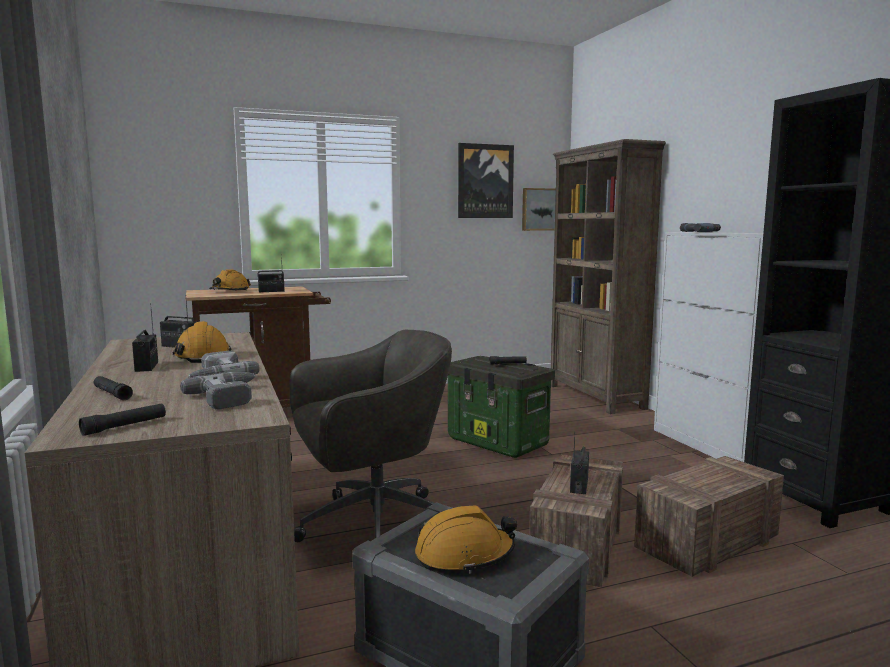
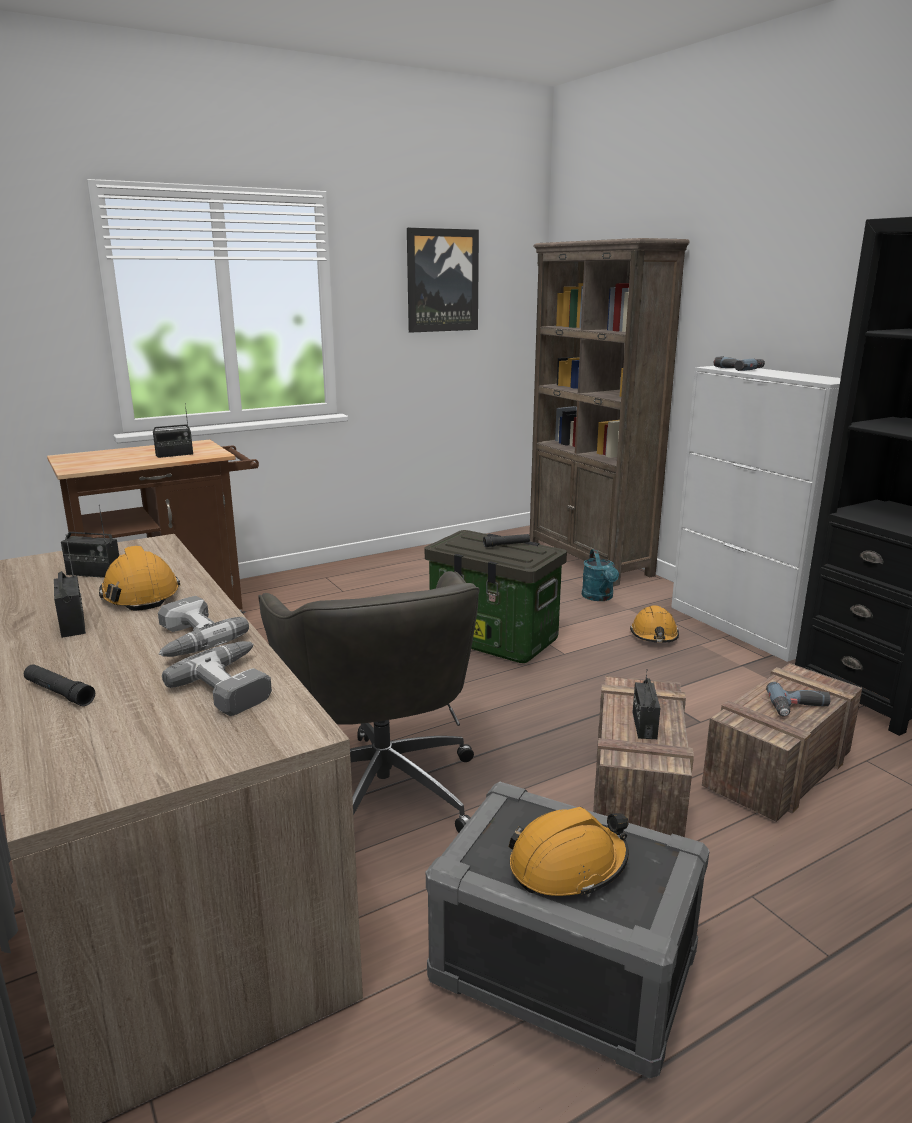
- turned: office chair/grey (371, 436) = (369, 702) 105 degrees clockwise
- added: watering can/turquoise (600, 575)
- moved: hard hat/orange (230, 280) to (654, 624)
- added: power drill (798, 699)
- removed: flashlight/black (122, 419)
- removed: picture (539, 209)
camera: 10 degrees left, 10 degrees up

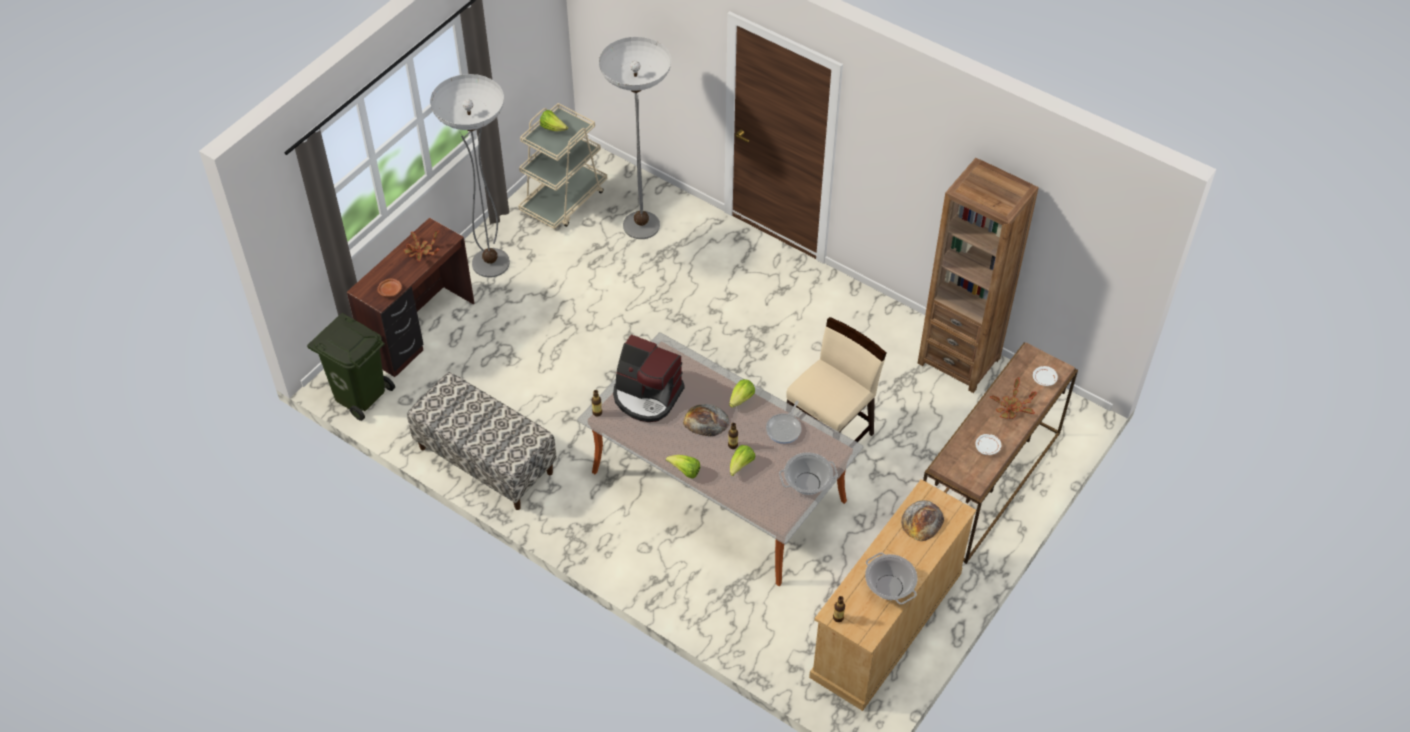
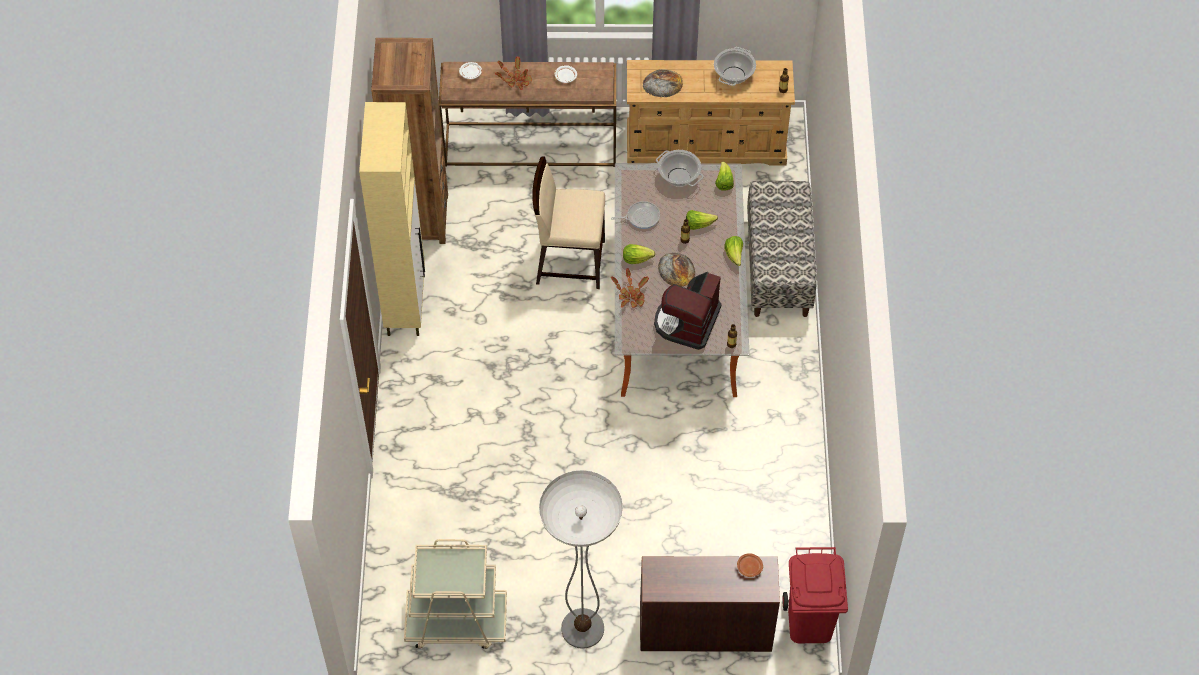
- added: cabinet/beige (392, 219)
- moved: potted plant (422, 245) to (629, 288)
- turned: coffee machine (649, 378) = (687, 311) 150 degrees counterclockwise
- moved: lettuce (554, 120) to (724, 176)
- moved: bench (482, 441) to (782, 249)
- recoloured: trash can/green (351, 367) to trash can/red (815, 595)
- removed: floor lamp (635, 138)
camera: 125 degrees left, 5 degrees up

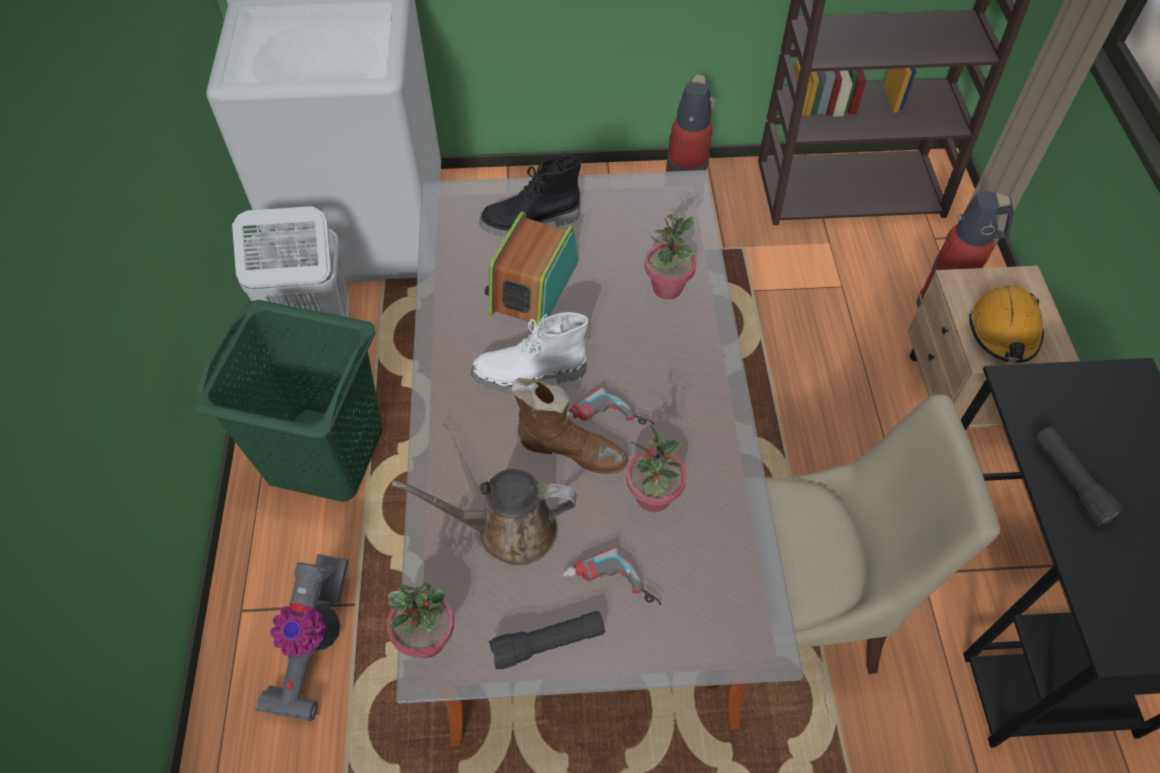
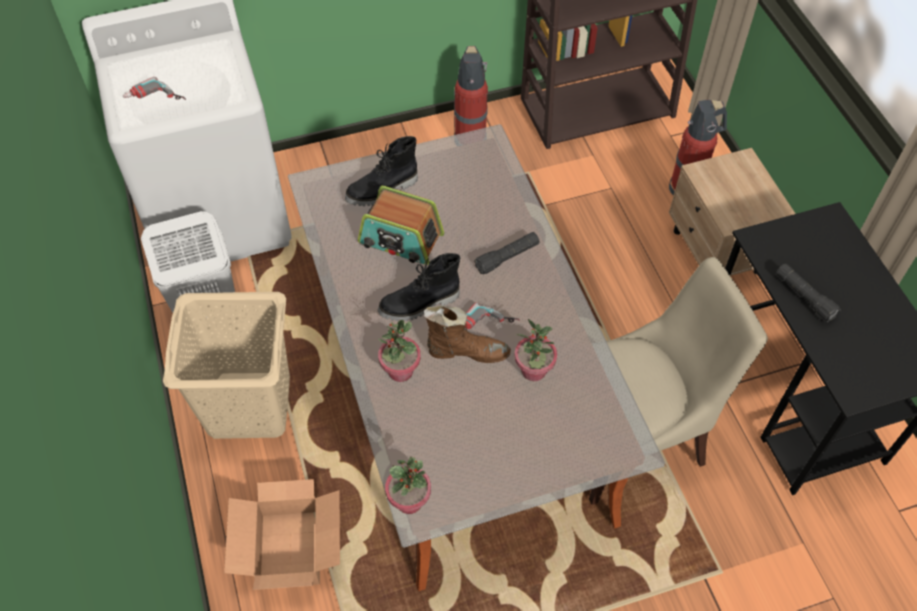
- moved: power drill (612, 576) to (154, 88)
- recoloured: laundry basket/green (287, 401) to laundry basket/beige (226, 365)
- replaced: vacuum cleaner (302, 637) to cardboard box (282, 534)
- turned: radio (531, 269) = (401, 225) 75 degrees counterclockwise
- recoloured: boot/white (529, 352) to boot/black (419, 287)
- moved: potted plant (670, 257) to (399, 351)
- moved: flashlight/black (547, 640) to (506, 253)
- removed: watering can/brown (484, 517)
- removed: hard hat/orange (1006, 324)
camera: 15 degrees left, 0 degrees up

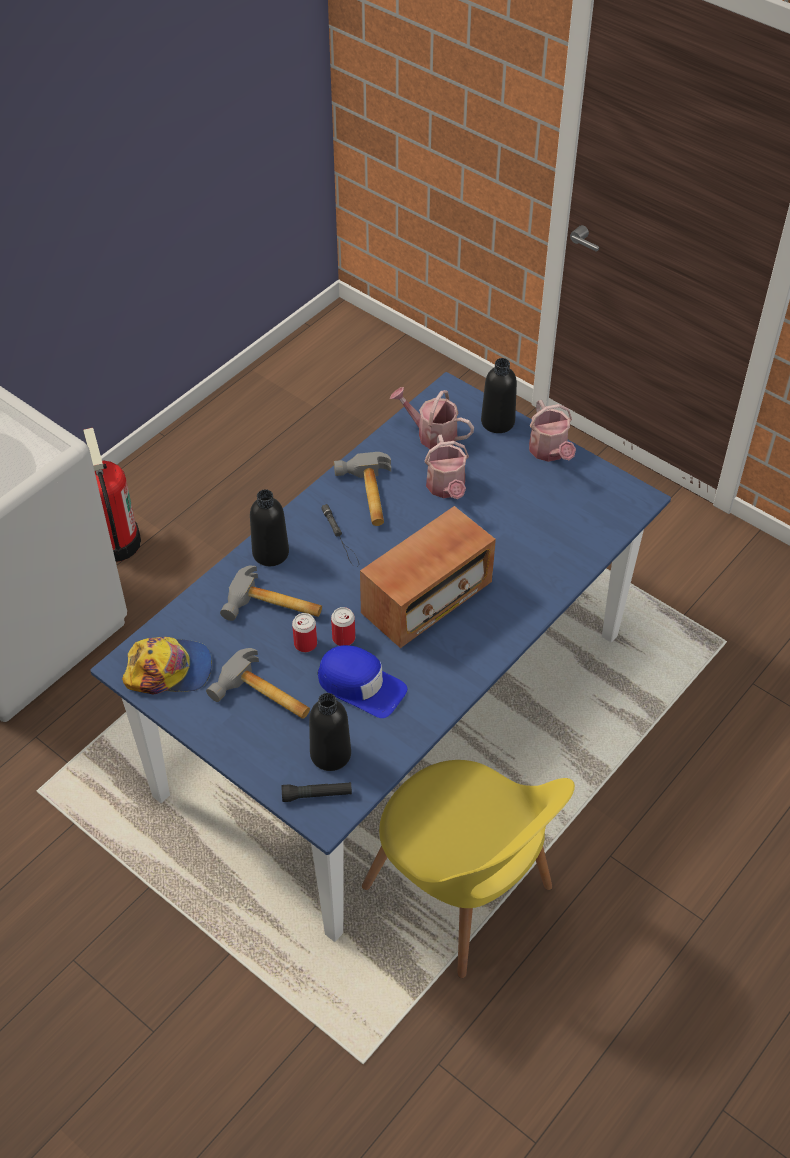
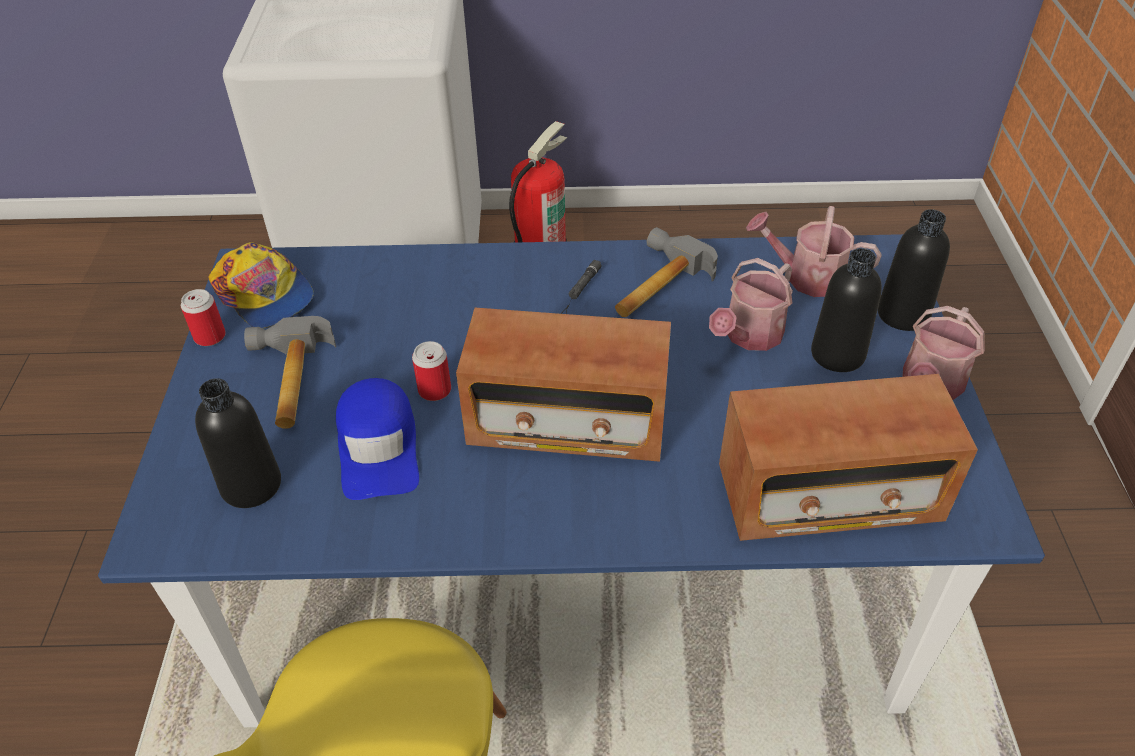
- moved: can (304, 632) to (203, 317)
- added: radio (848, 457)
- turned: watering can (432, 418) = (814, 251) 60 degrees counterclockwise
- moved: bottle/black (269, 527) to (846, 310)
- removed: hammer (271, 593)
- removed: flashlight/black (316, 792)
camera: 50 degrees right, 5 degrees down

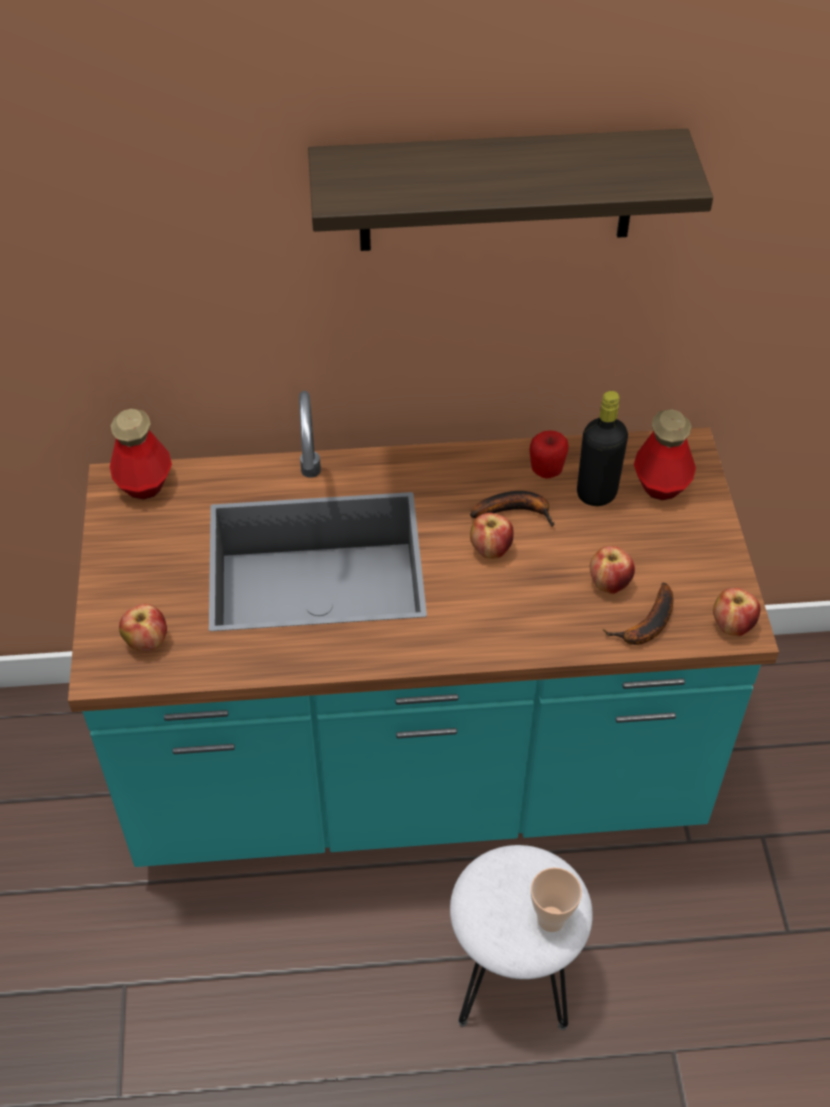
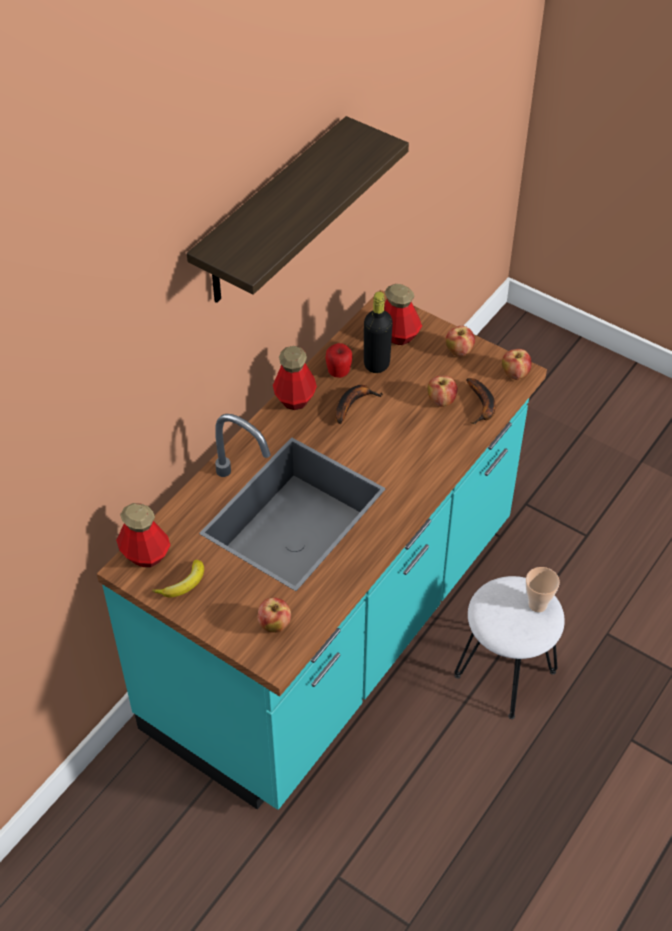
- added: banana (178, 579)
- added: bottle (295, 378)
- moved: apple (492, 536) to (460, 341)
camera: 50 degrees left, 0 degrees up

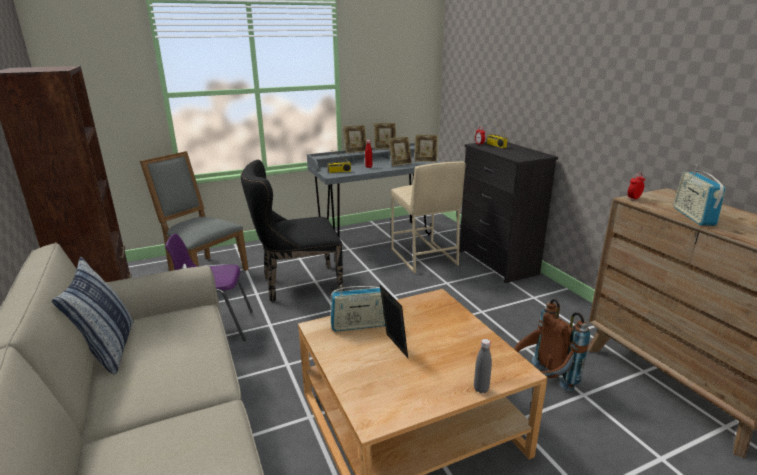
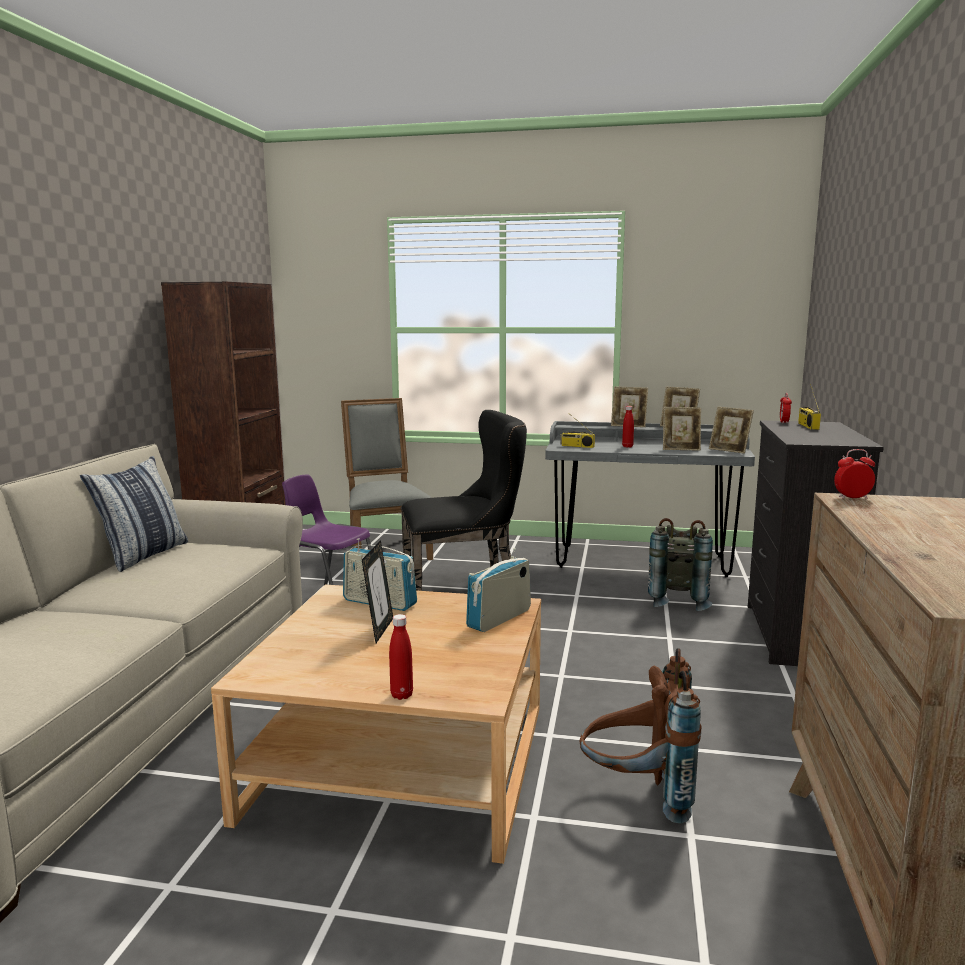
- recoloured: bottle/grey (483, 366) to bottle/red (401, 657)
- turned: chair/black (292, 231) = (464, 500) 150 degrees clockwise
- moved: radio (700, 195) to (498, 590)
- replaced: stool/beige (428, 217) to backpack/grey (680, 564)
camera: 35 degrees right, 10 degrees down

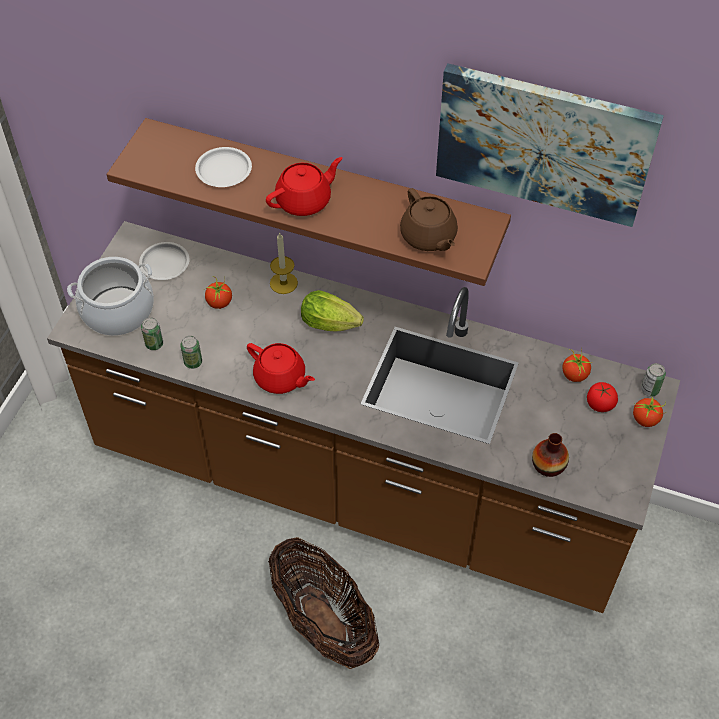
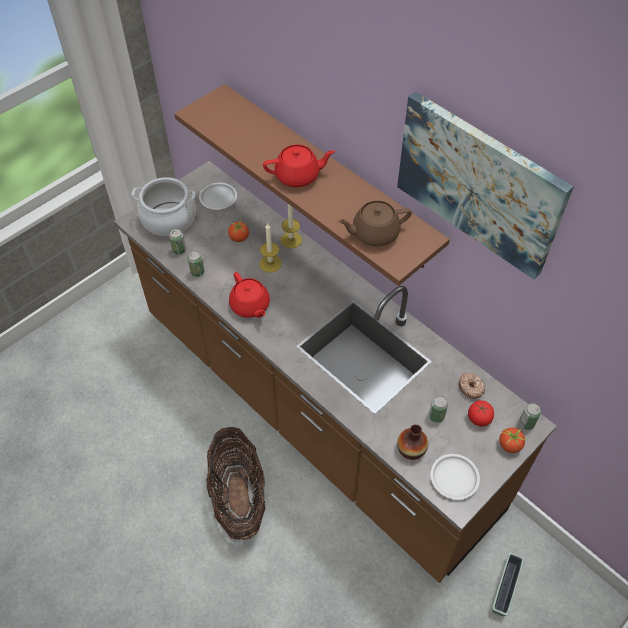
- added: candle (271, 247)
- turned: teapot/brown (429, 219) = (375, 223) 75 degrees clockwise
- added: can (438, 409)
- moved: plate/white (223, 167) to (455, 477)
- replaced: tomato (577, 365) to donut (472, 386)
- added: planter (508, 584)
- removed: lettuce (332, 311)
camera: 25 degrees right, 0 degrees up

